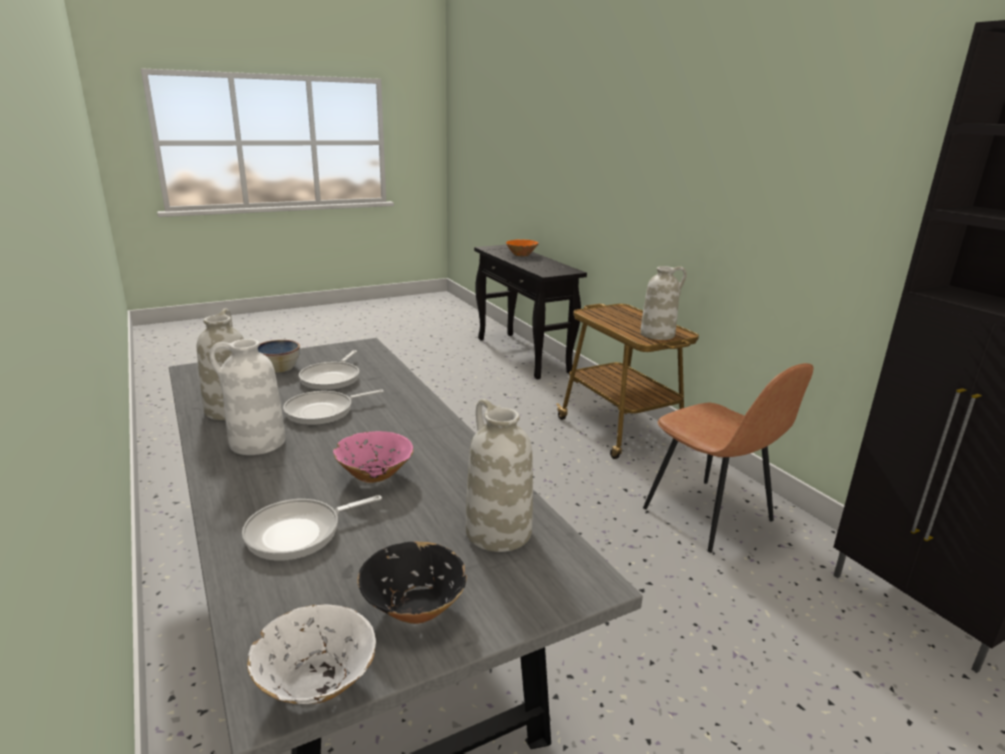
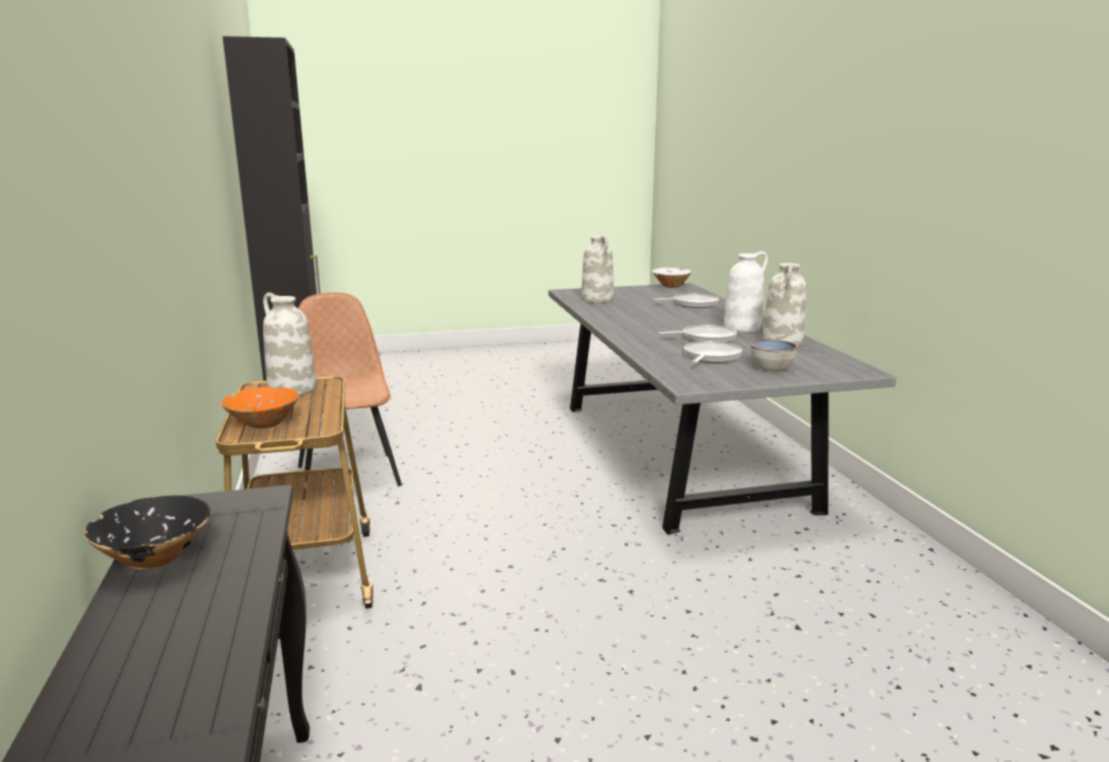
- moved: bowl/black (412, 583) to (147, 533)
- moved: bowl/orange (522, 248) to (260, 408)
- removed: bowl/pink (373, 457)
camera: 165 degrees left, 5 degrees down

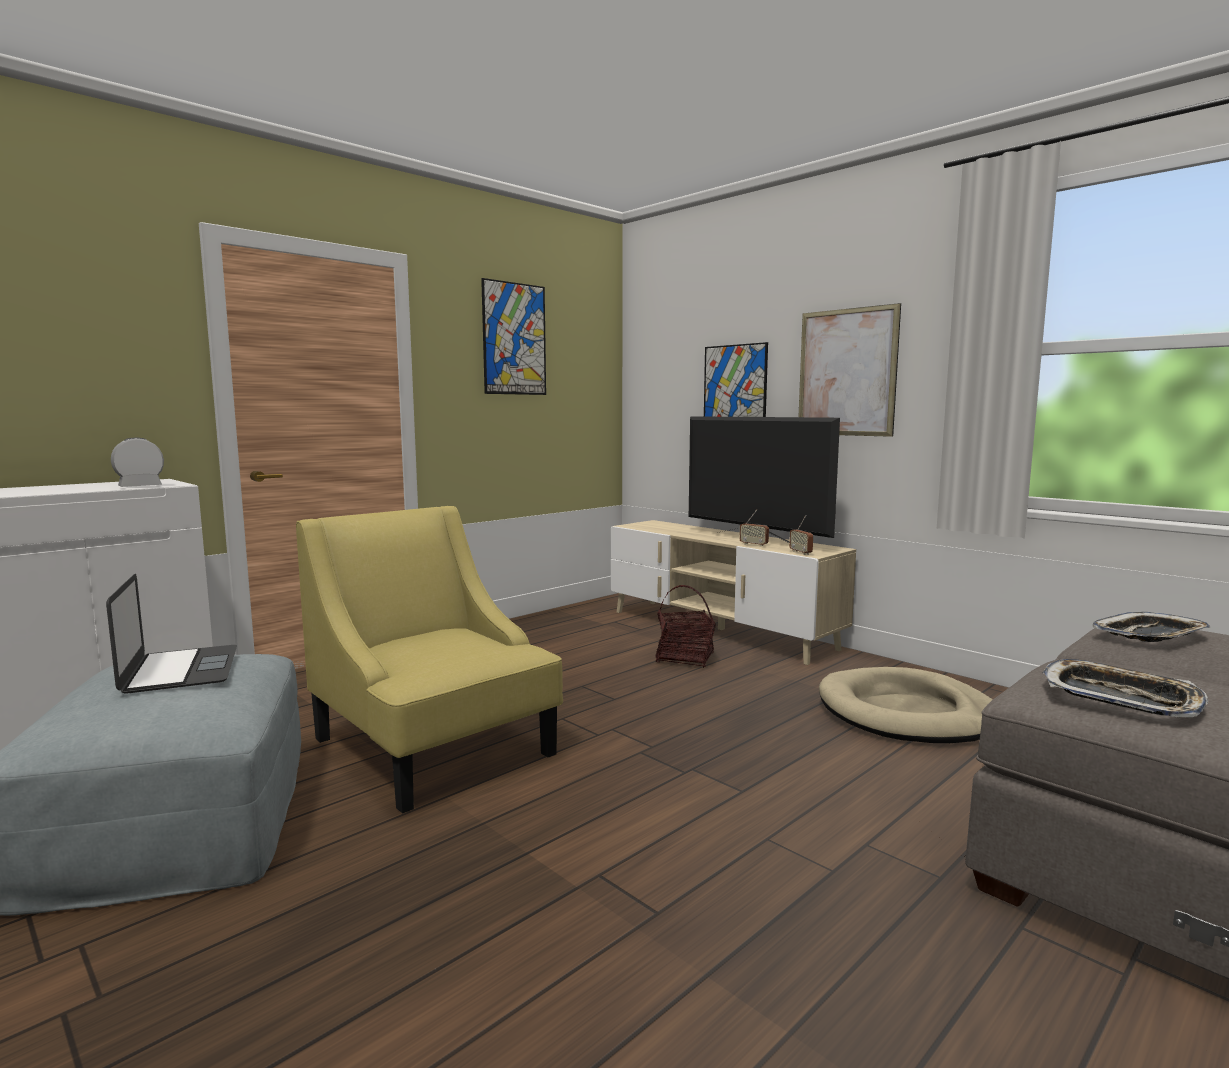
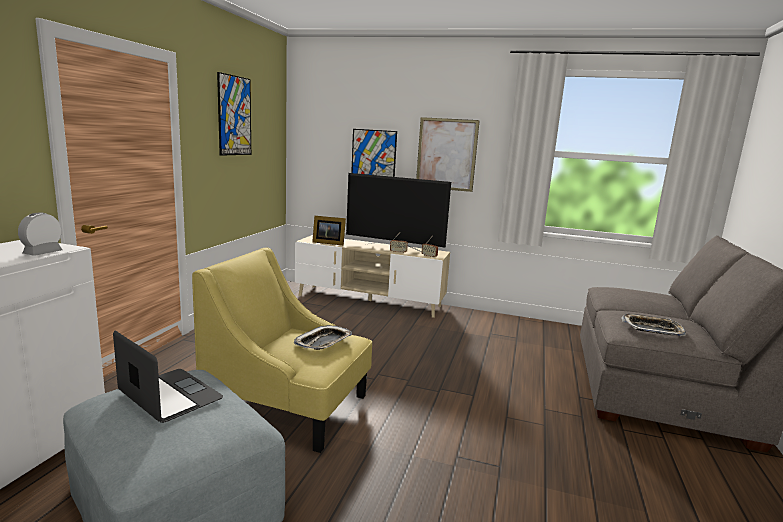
- moved: tray (1151, 627) to (323, 337)
- added: picture frame (329, 230)
- removed: basket (685, 626)
- removed: dog bed/beige (906, 705)
camera: 30 degrees left, 5 degrees up

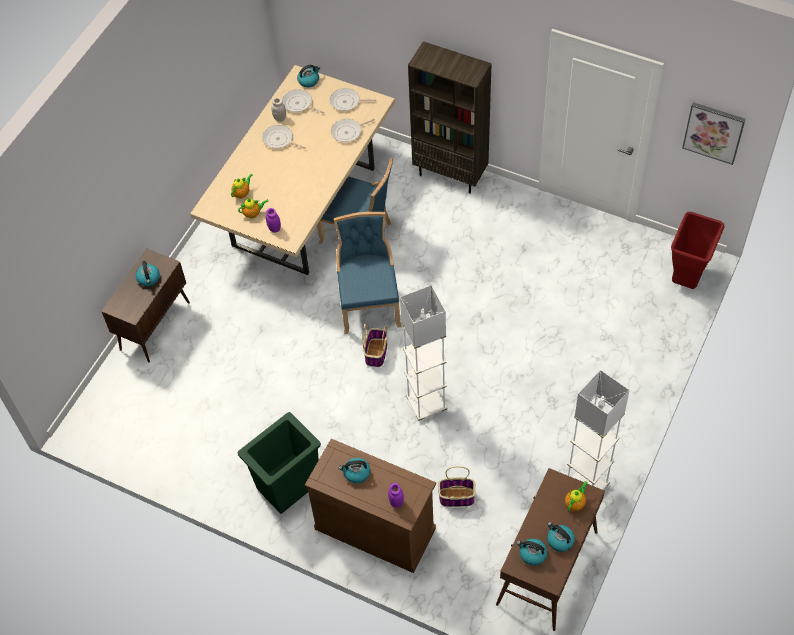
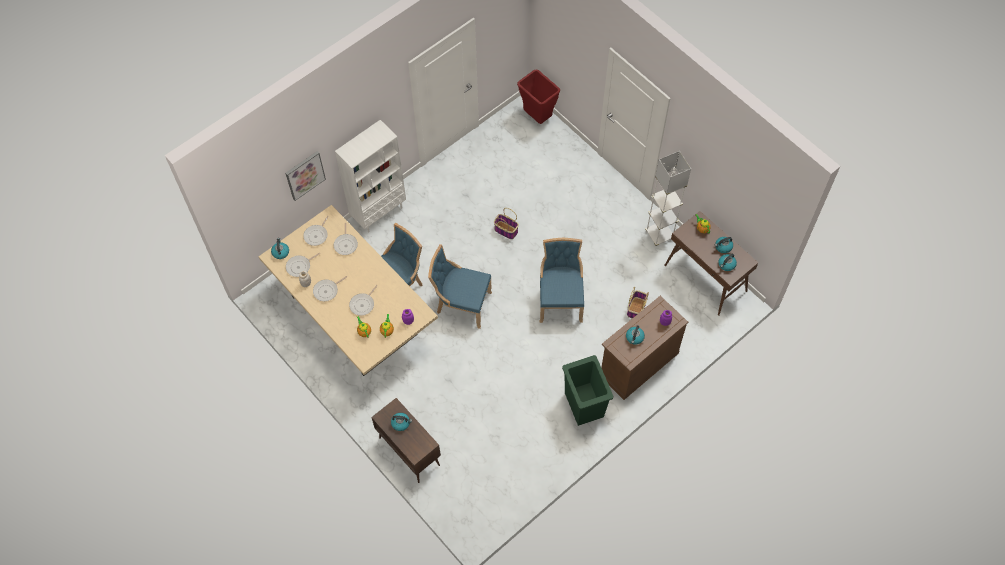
- moved: picture (714, 133) to (305, 176)
- recoloured: bookcase/brown (450, 117) to bookcase/white (370, 176)
- added: frying pan (363, 300)
- moved: basket (374, 345) to (506, 223)
- replaced: floor lamp/white (423, 353) to chair/blue (561, 280)
camera: 70 degrees left, 5 degrees up

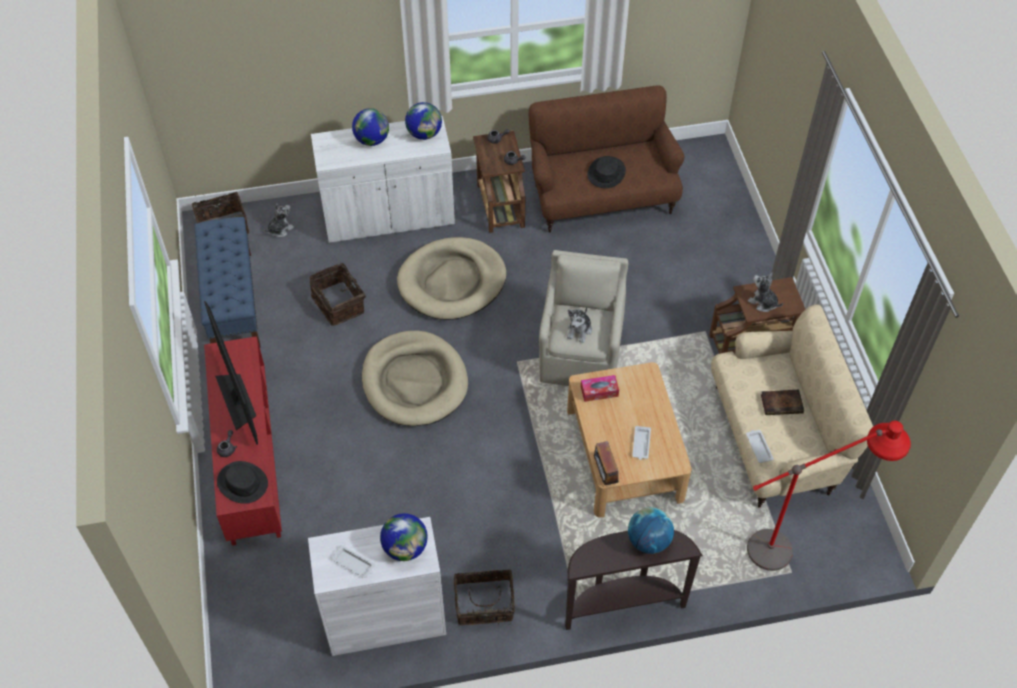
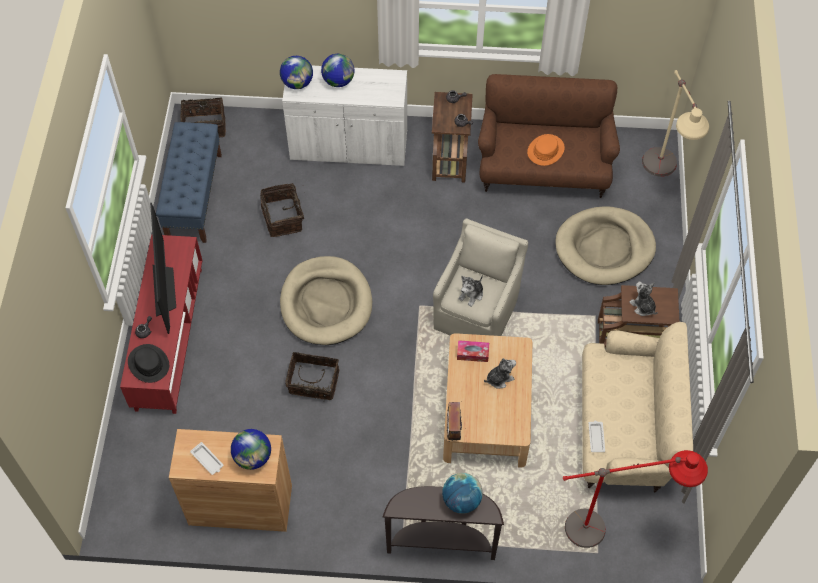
- recoloured: cabinet/white (377, 586) to cabinet/brown (230, 480)
- moved: globe (423, 121) to (296, 72)
- moved: basket (484, 597) to (312, 376)
- moved: plush toy (279, 220) to (500, 373)
- recoloured: hat/black (606, 172) to hat/orange (546, 150)
- moved: dog bed/beige (451, 278) to (605, 245)
- added: floor lamp/beige (675, 123)
- removed: tray/white (641, 443)
- removed: book (782, 402)
camera: 15 degrees right, 5 degrees up

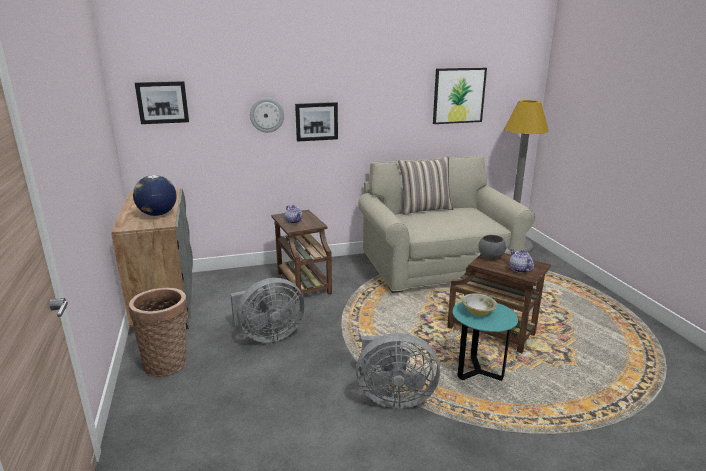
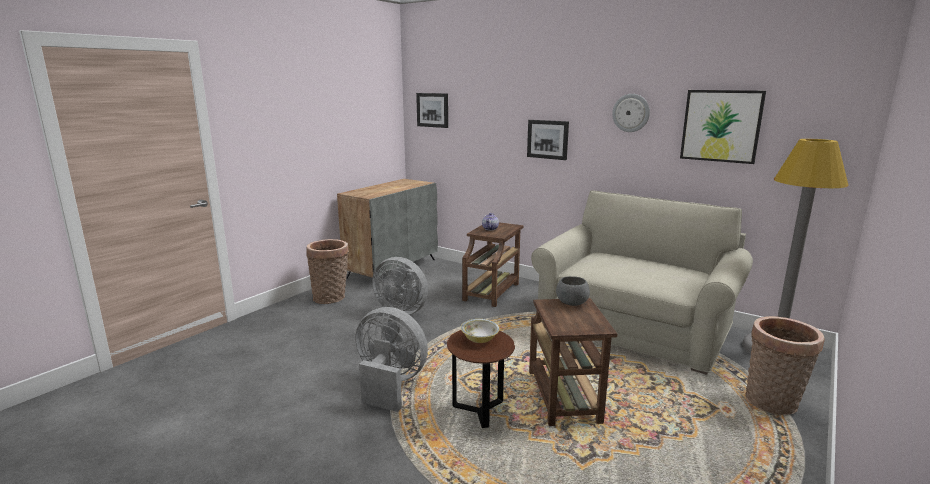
- turned: fan/grey (398, 370) = (392, 359) 150 degrees clockwise
- recoloured: side table/turquoise (485, 341) to side table/brown (481, 379)
- moved: wall clock (267, 115) to (631, 113)
- added: basket (785, 365)
- removed: globe (155, 195)
- removed: pillow (426, 186)
- removed: teapot (521, 261)
camera: 50 degrees right, 5 degrees down

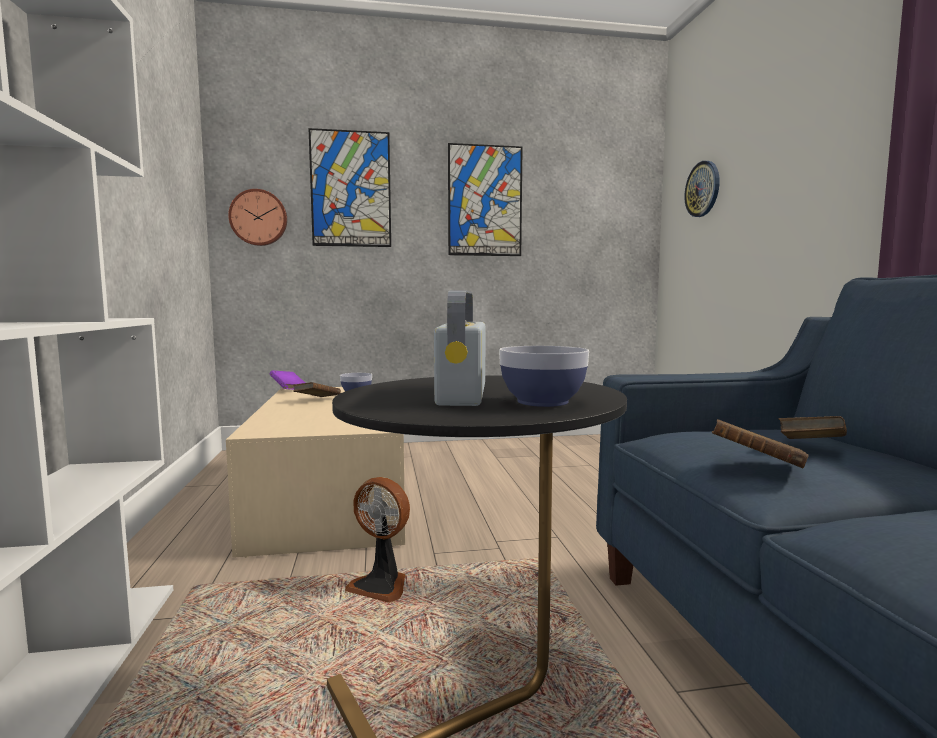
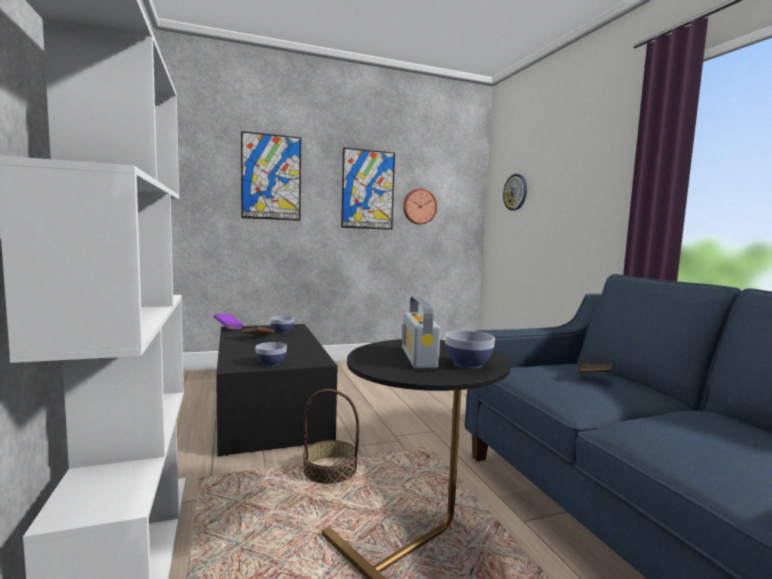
- recoloured: coffee table/beige (315, 472) to coffee table/black (277, 390)
- added: bowl (271, 354)
- replaced: fan (377, 540) to basket (331, 436)
- moved: wall clock (257, 217) to (420, 206)
- removed: book/brown (760, 443)
camera: 10 degrees left, 0 degrees up

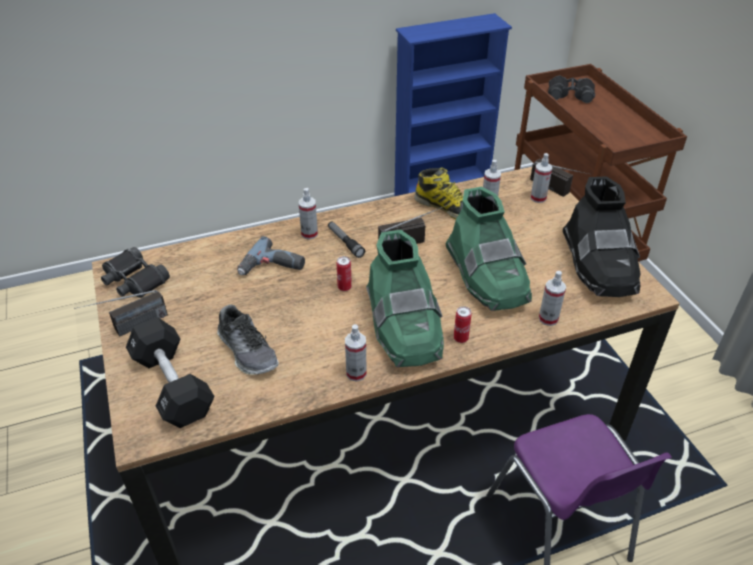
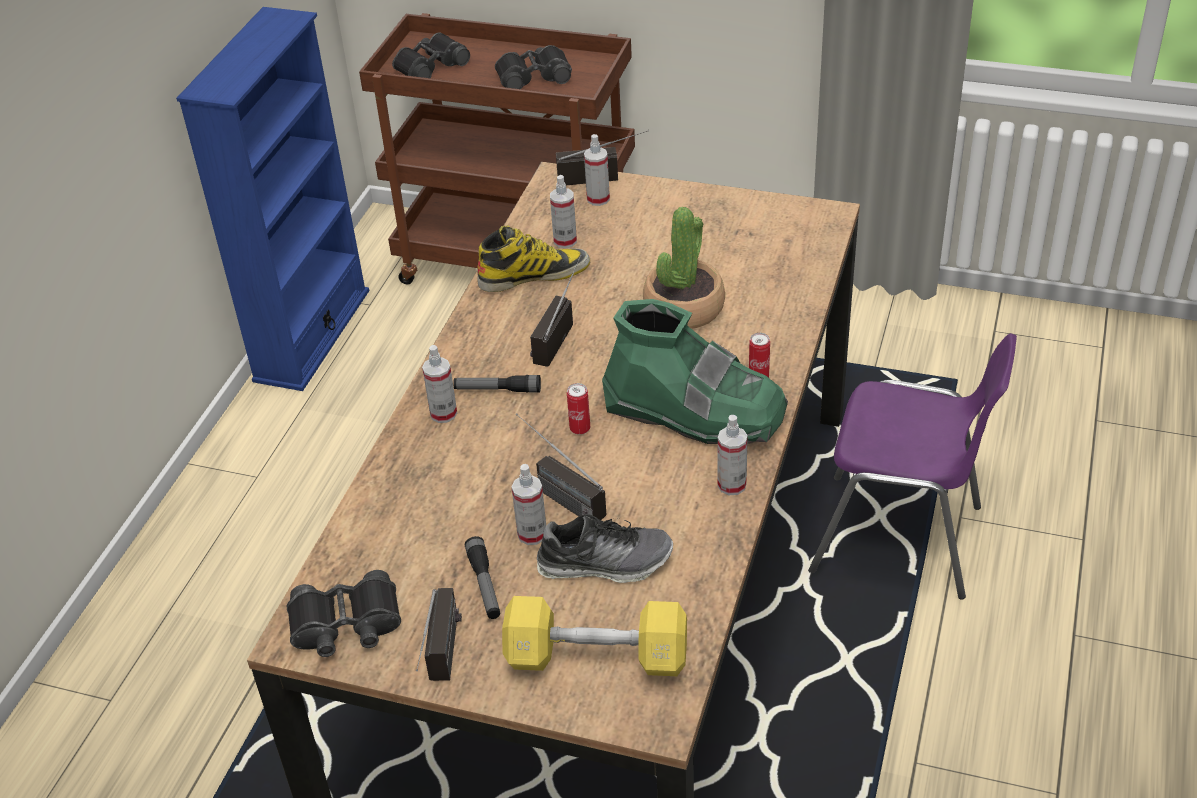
- added: flashlight (482, 577)
- added: binoculars/black (533, 67)
- recoloured: dumbbell/black (170, 372) to dumbbell/yellow (594, 636)
- moved: spray bottle (552, 298) to (529, 504)
- added: radio (561, 466)
- replaced: boot/green (488, 248) to potted plant (684, 268)
- removed: power drill (271, 255)
- removed: boot/black (602, 236)
camera: 50 degrees left, 0 degrees up

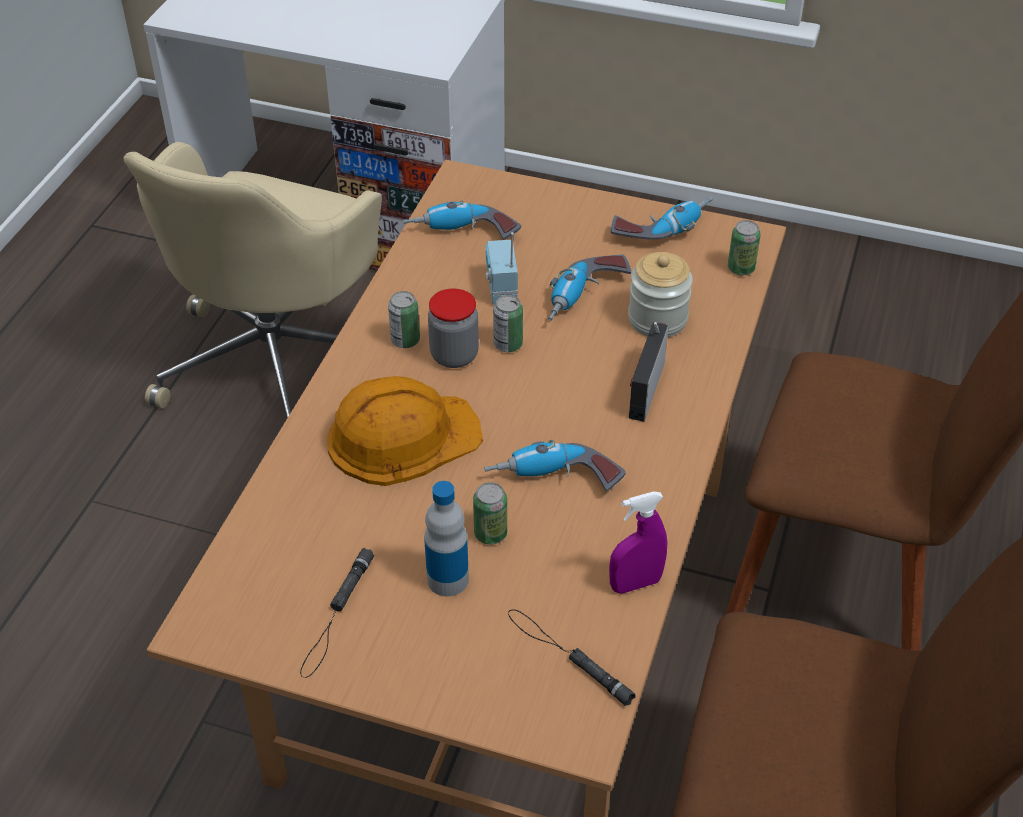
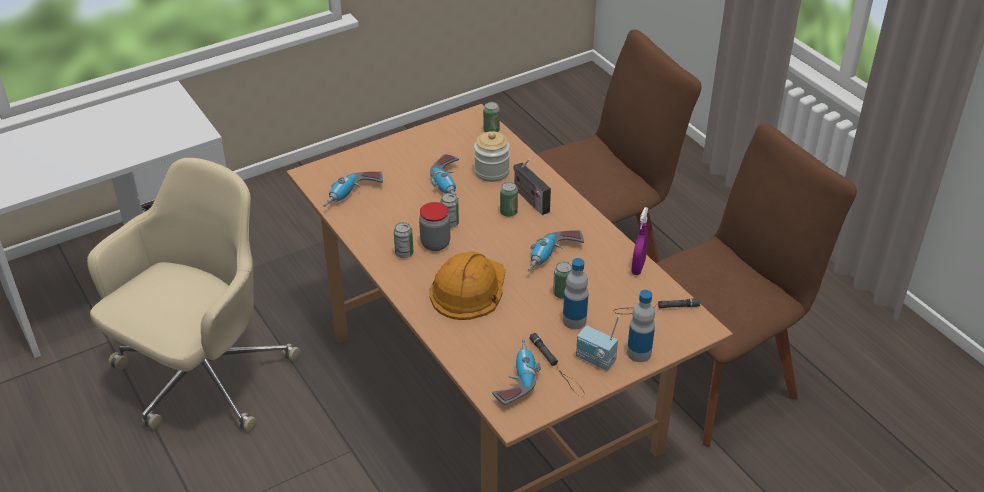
- turned: office chair/beige (253, 280) = (194, 295) 120 degrees counterclockwise
- moved: power drill (662, 218) to (516, 372)
- added: can (509, 199)
- moved: radio (501, 268) to (597, 343)
- added: bottle (641, 326)
camera: 50 degrees left, 5 degrees down

